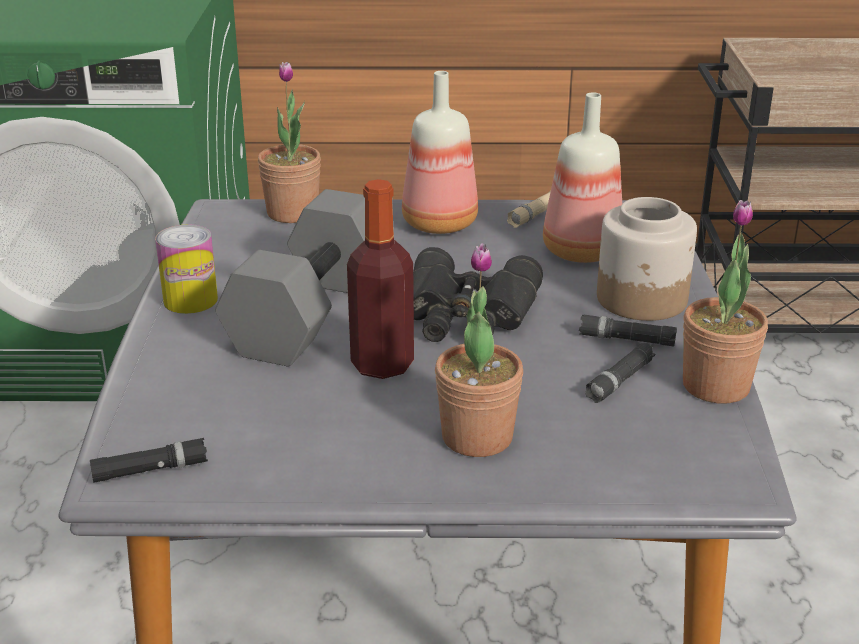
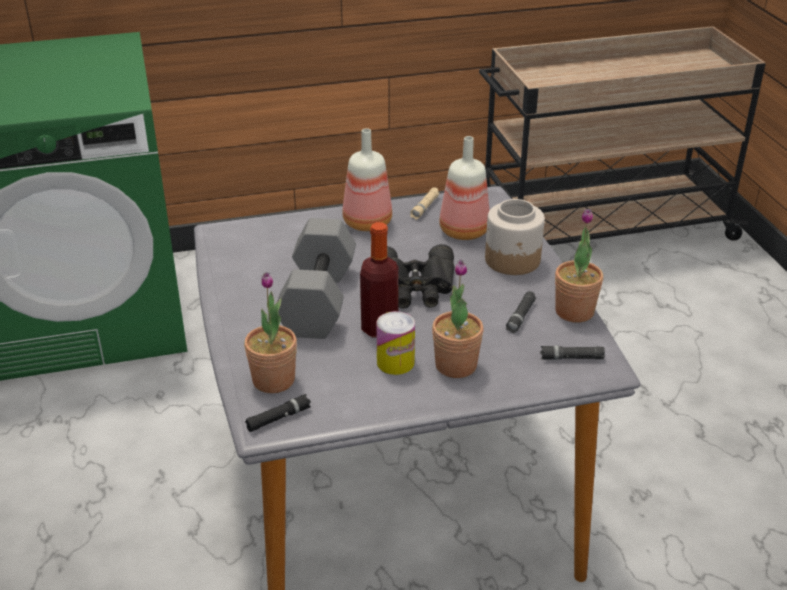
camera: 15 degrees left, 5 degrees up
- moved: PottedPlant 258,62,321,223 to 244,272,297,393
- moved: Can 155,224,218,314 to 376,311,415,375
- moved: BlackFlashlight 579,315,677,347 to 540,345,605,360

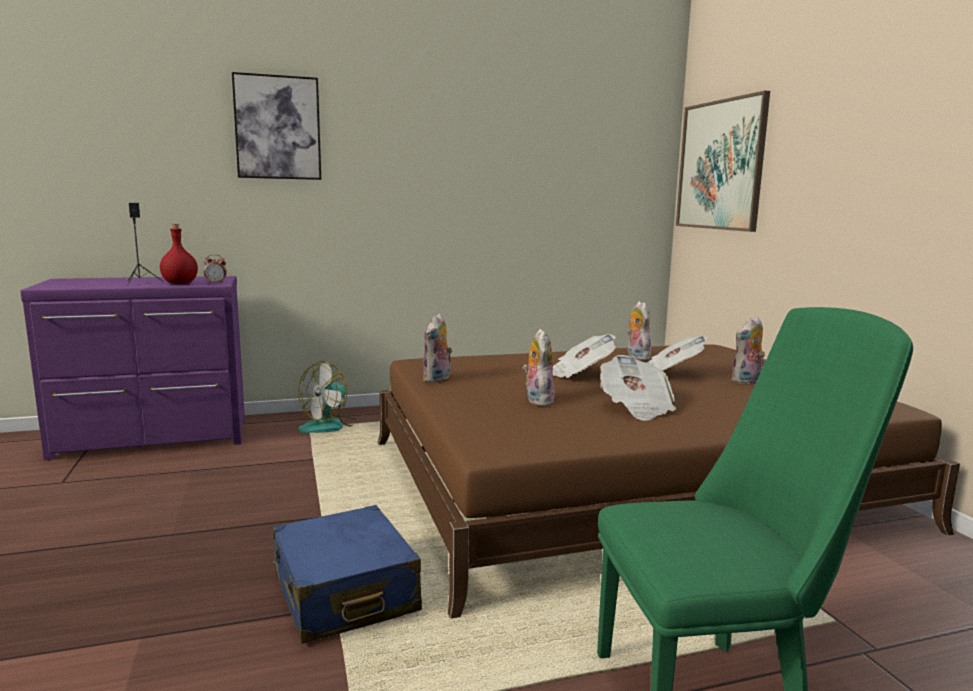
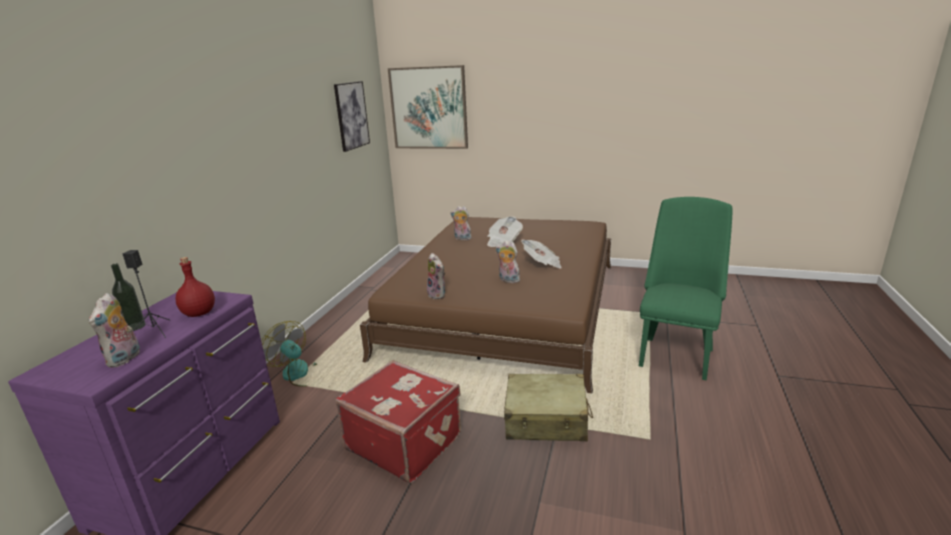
camera: 55 degrees left, 10 degrees up
- moved: PlushToy 732,317,765,384 to 89,293,140,368
- added: Bottle 111,263,146,331
- turned: Fan 298,361,358,434 = 261,321,317,387 150 degrees clockwise
- moved: Picture 232,72,321,180 to 334,81,370,152
- added: RedSuitcase 336,360,461,483
- recoloured: BlueSuitcase 273,505,422,644 to BeigeSuitcase 504,374,593,441
- removed: AlarmClock 204,254,227,284
- removed: Newspaper 553,334,616,378

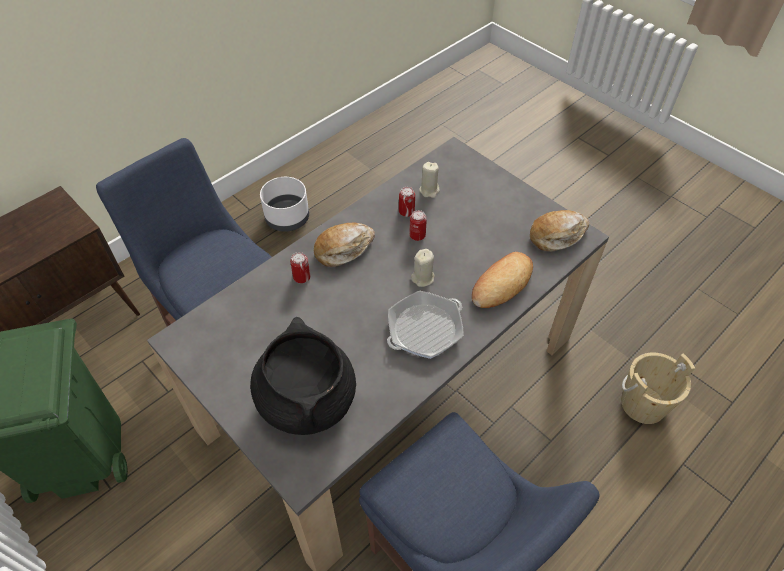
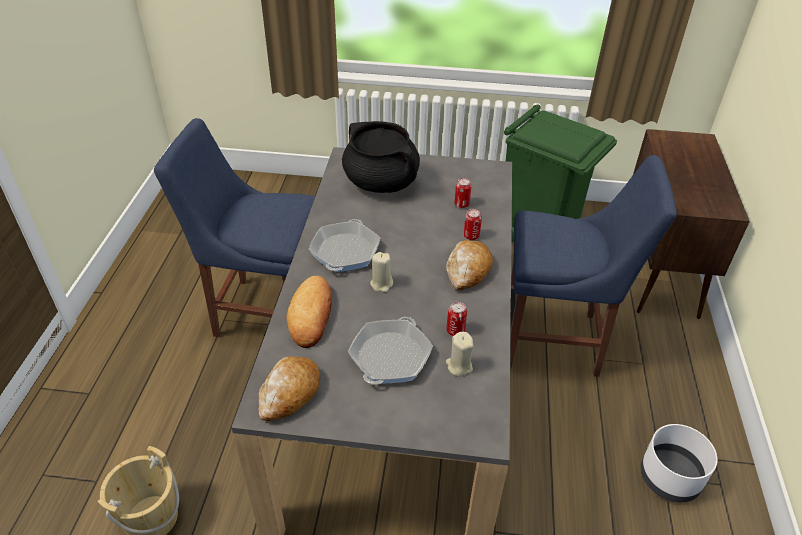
camera: 140 degrees right, 10 degrees down
- added: FryingPan 348,317,433,385
- moved: Can 409,210,427,241 to 454,178,471,208

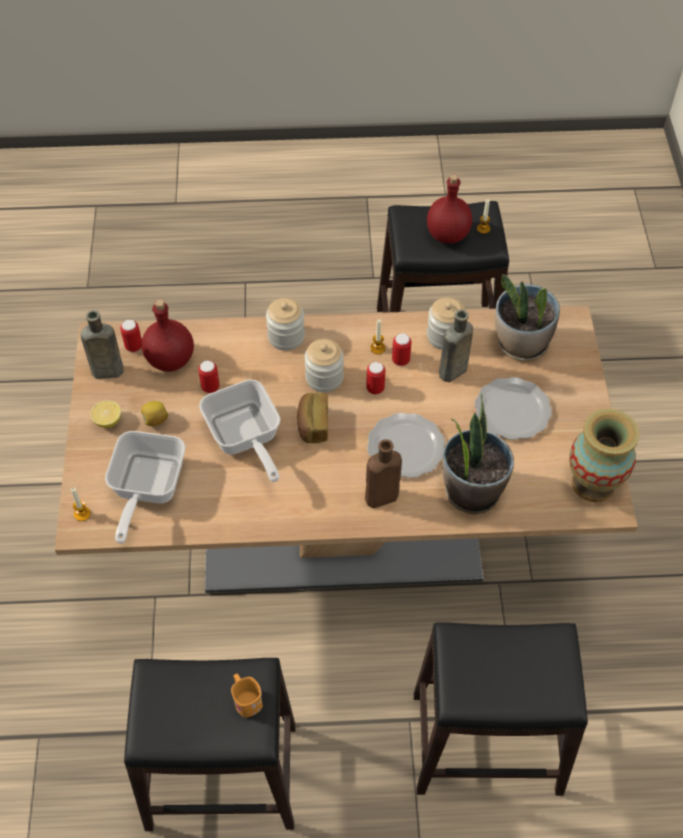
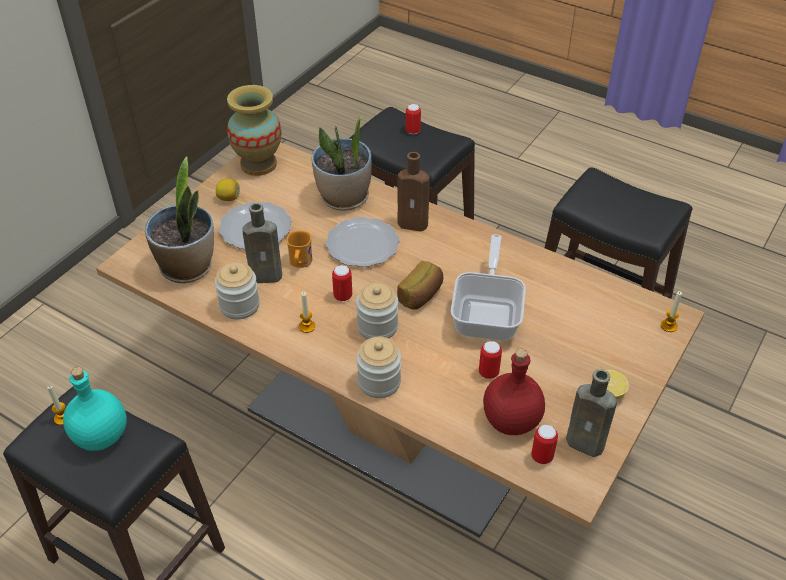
camera: 145 degrees left, 10 degrees down
- recoloured: RedBottle 427,174,472,243 to TurquoiseBottle 63,367,127,451
- moved: Lemon 141,401,168,426 to 216,178,240,201
- moved: OrangeMug 231,674,263,717 to 287,231,312,268
- moved: Can 392,333,411,366 to 406,104,421,134
- removed: FryingPan 105,431,185,544

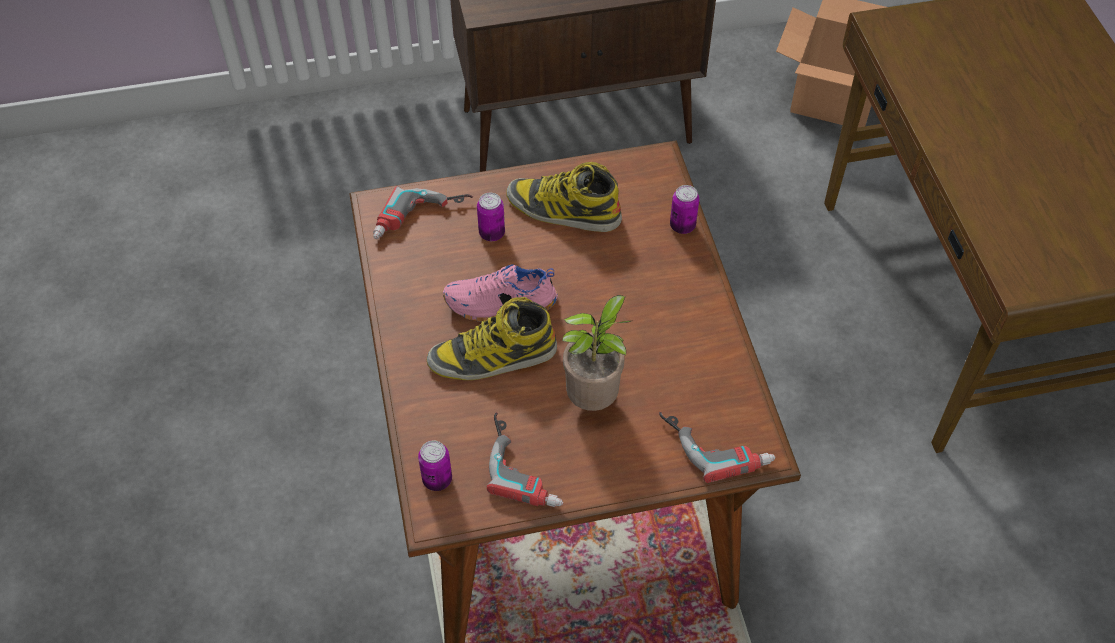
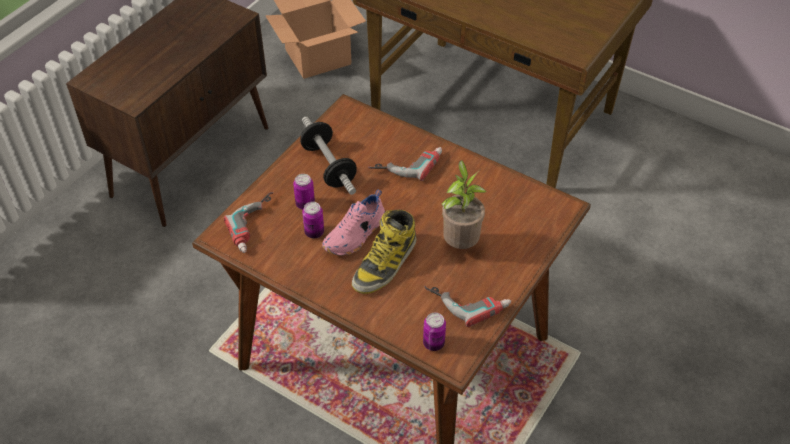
camera: 45 degrees left, 5 degrees down
- replaced: Boot 506,162,622,232 to Dumbbell 300,117,357,195
- moved: Can 670,185,699,234 to 302,202,324,238
- moved: PowerDrill 659,412,776,483 to 368,147,442,181

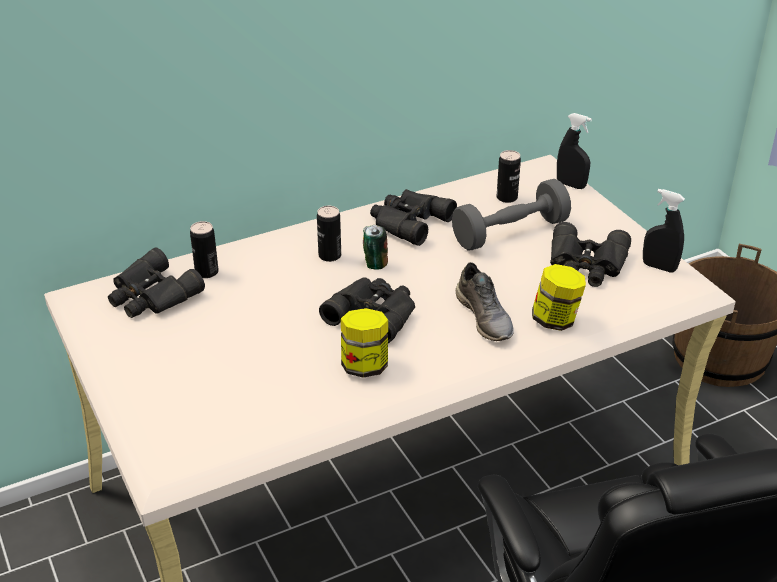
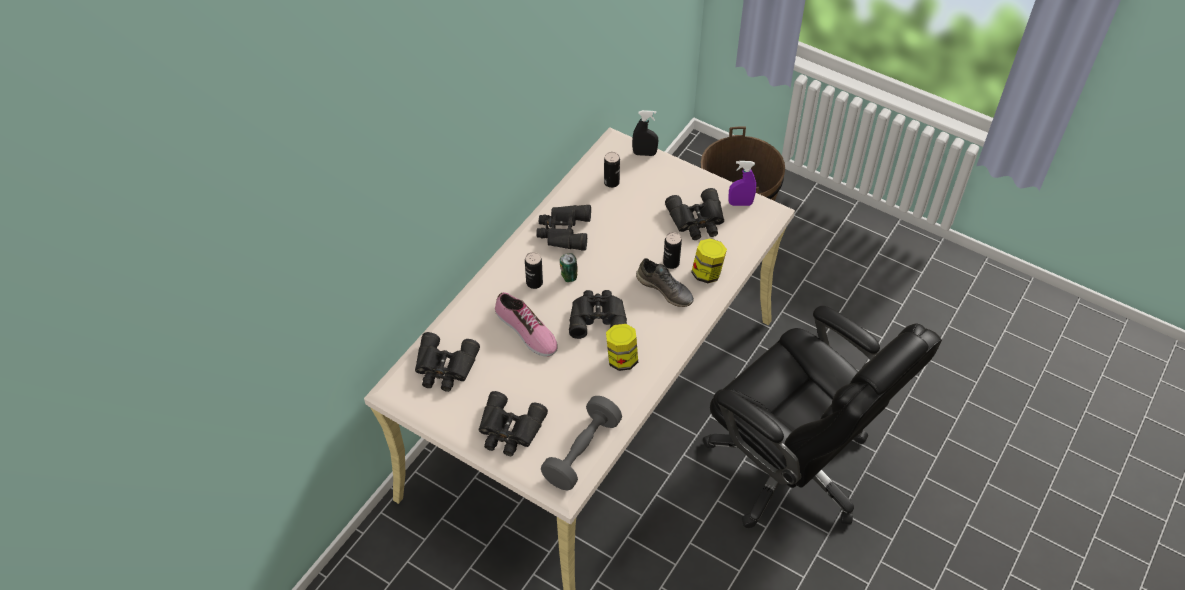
camera: 30 degrees left, 15 degrees up
- added: BlackBinoculars 478,391,548,456
- added: Shoe 495,292,557,356
- moved: GreyDumbbell 452,179,571,251 to 541,396,622,490
- moved: Can 190,221,219,278 to 663,232,682,269
- recoloured: BlackSprayBottle 643,189,685,273 to PurpleSprayBottle 728,161,756,206

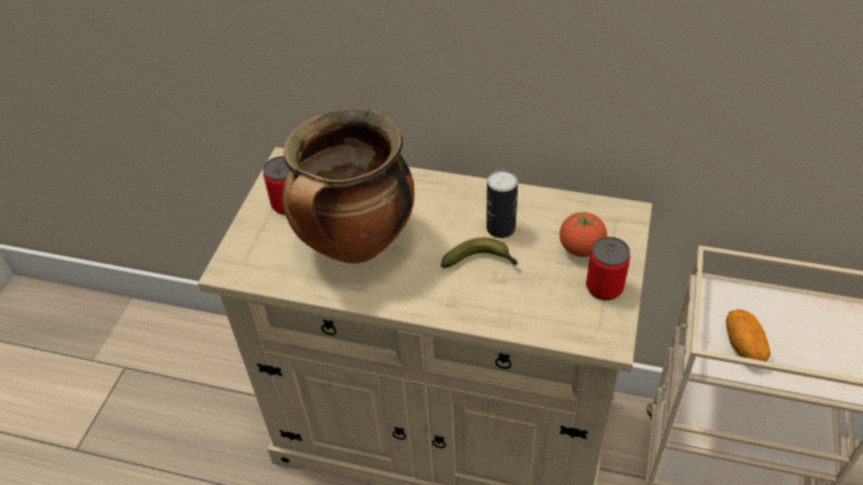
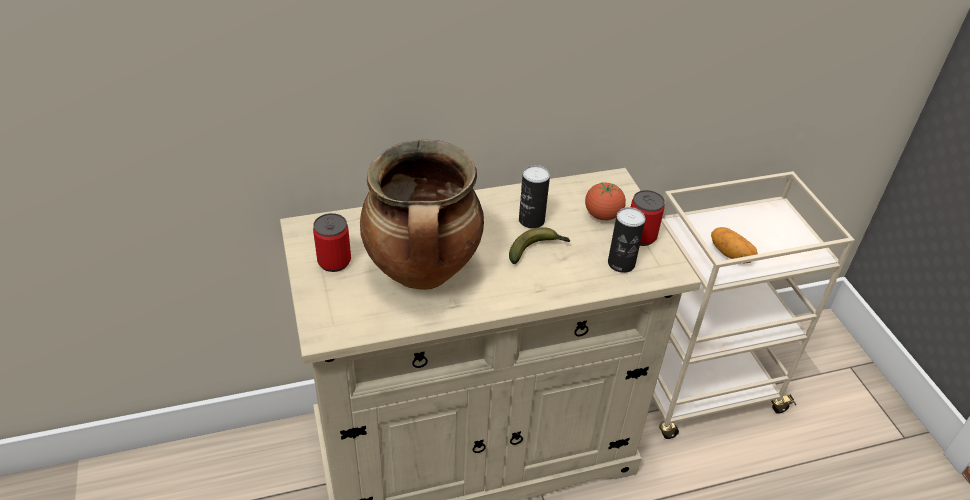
camera: 35 degrees left, 5 degrees down
- added: Can 608,207,645,273

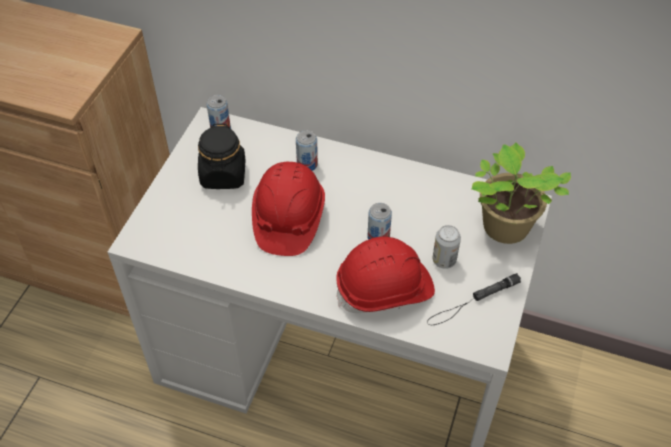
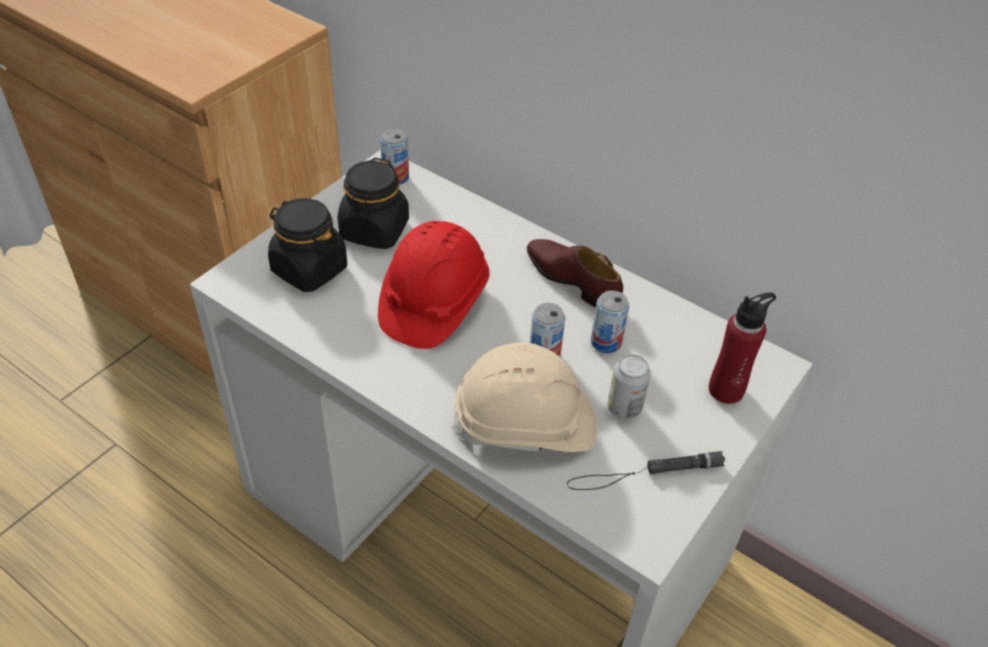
camera: 15 degrees right, 5 degrees down
- added: BlackJar 268,198,347,292
- recoloured: RedHardHat 336,237,435,313 to BeigeHardHat 453,343,597,452
- added: BrownShoe 527,239,623,308
- moved: Can 296,130,318,171 to 591,290,629,353
- replaced: PottedPlant 471,143,571,244 to RedBottle 709,293,776,404

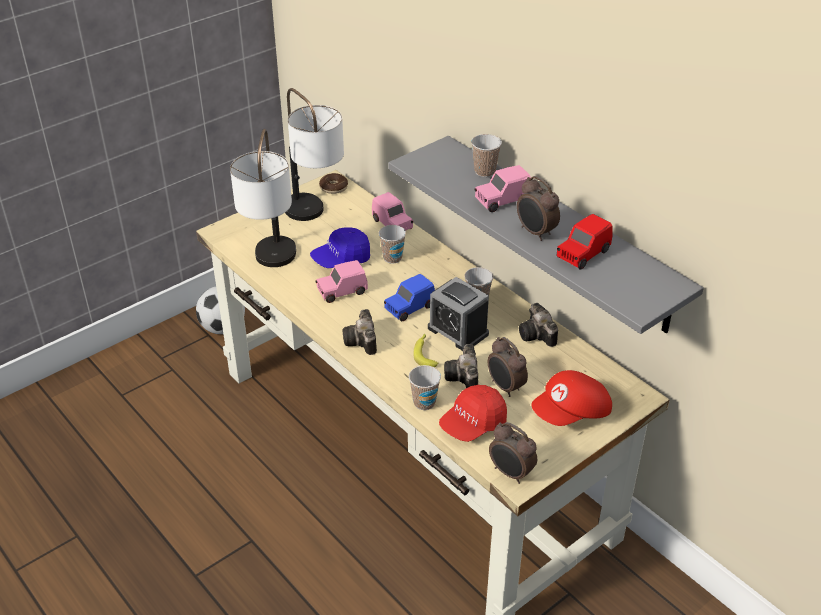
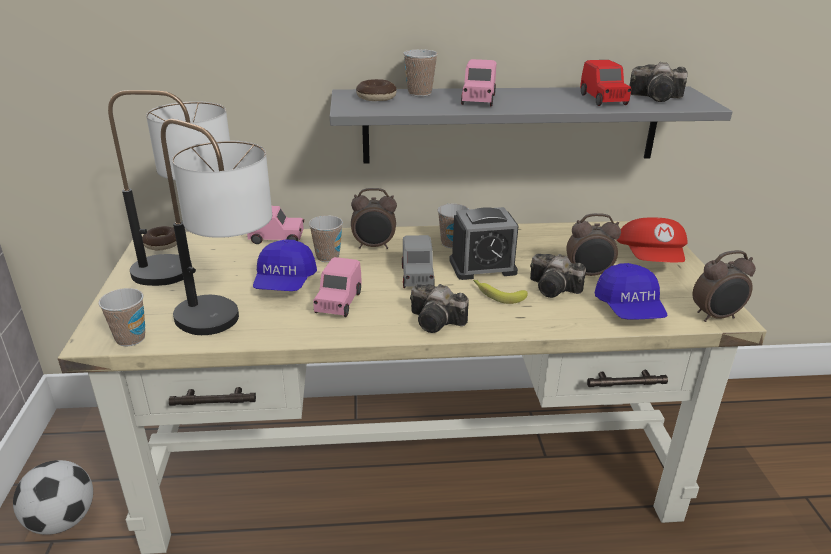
camera: 55 degrees left, 10 degrees down
- moved: Cup 409,365,441,410 to 98,288,145,346
- moved: AlarmClock 517,176,560,241 to 351,188,397,249
- added: Donut 356,79,396,101
- recoloured: BlueToyCar 384,274,435,321 to GreyToyCar 402,235,435,288
- recoloured: RedCap 439,385,507,442 to BlueCap 595,263,668,320
- moved: PhotoCamera 519,303,558,347 to 630,62,688,102

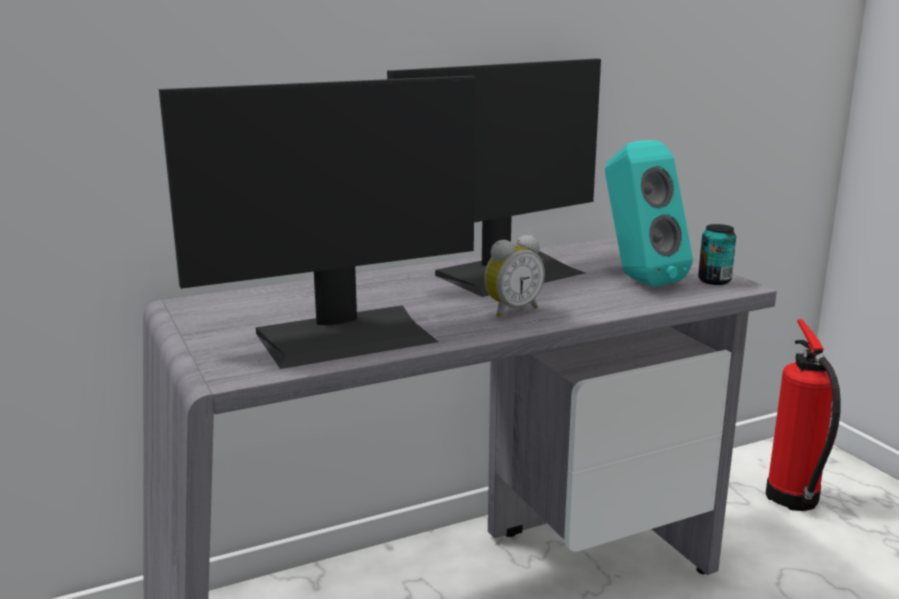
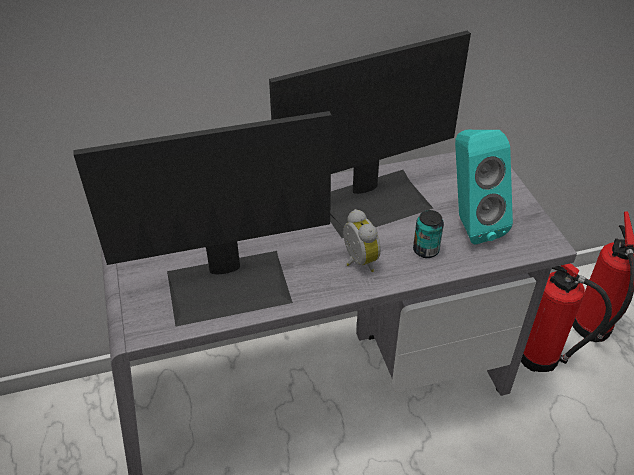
camera: 10 degrees right, 25 degrees up
- turned: AlarmClock 484,235,545,317 = 343,209,381,272 90 degrees counterclockwise
- moved: Can 698,224,736,285 to 413,210,444,258
- added: FireExtinguisher 521,263,612,372

